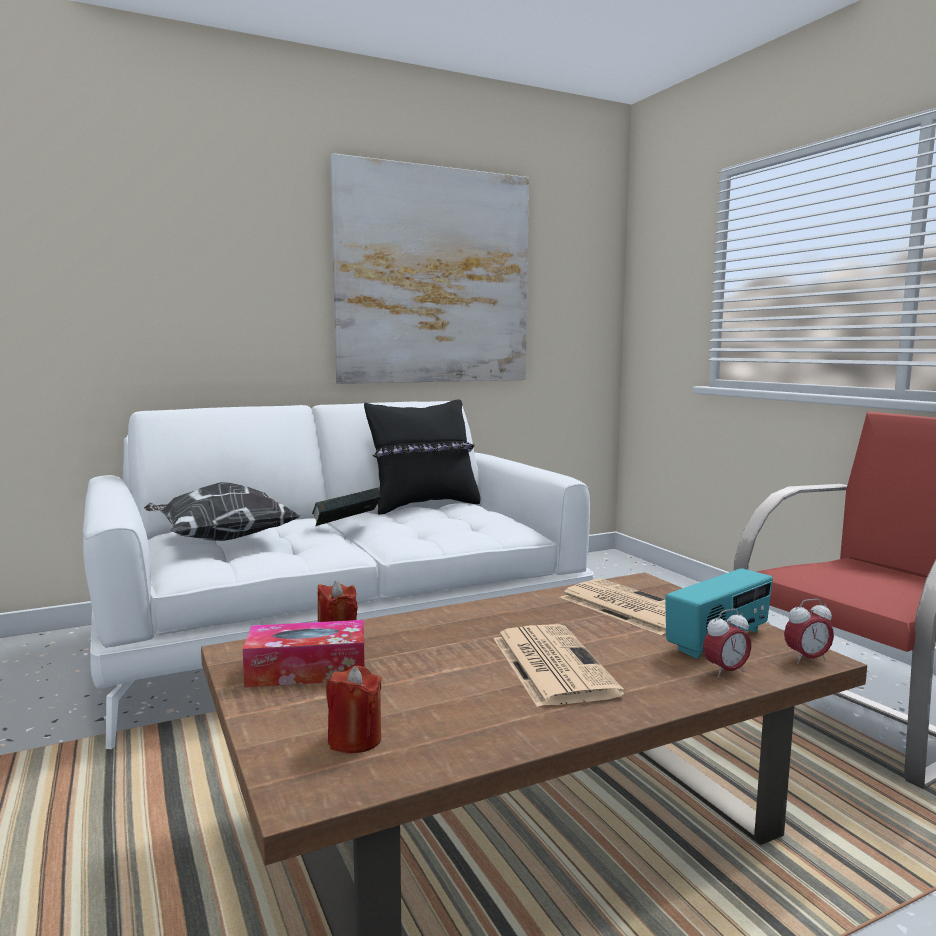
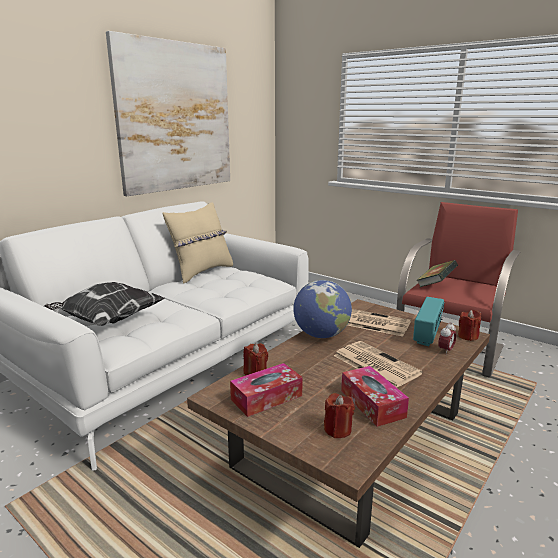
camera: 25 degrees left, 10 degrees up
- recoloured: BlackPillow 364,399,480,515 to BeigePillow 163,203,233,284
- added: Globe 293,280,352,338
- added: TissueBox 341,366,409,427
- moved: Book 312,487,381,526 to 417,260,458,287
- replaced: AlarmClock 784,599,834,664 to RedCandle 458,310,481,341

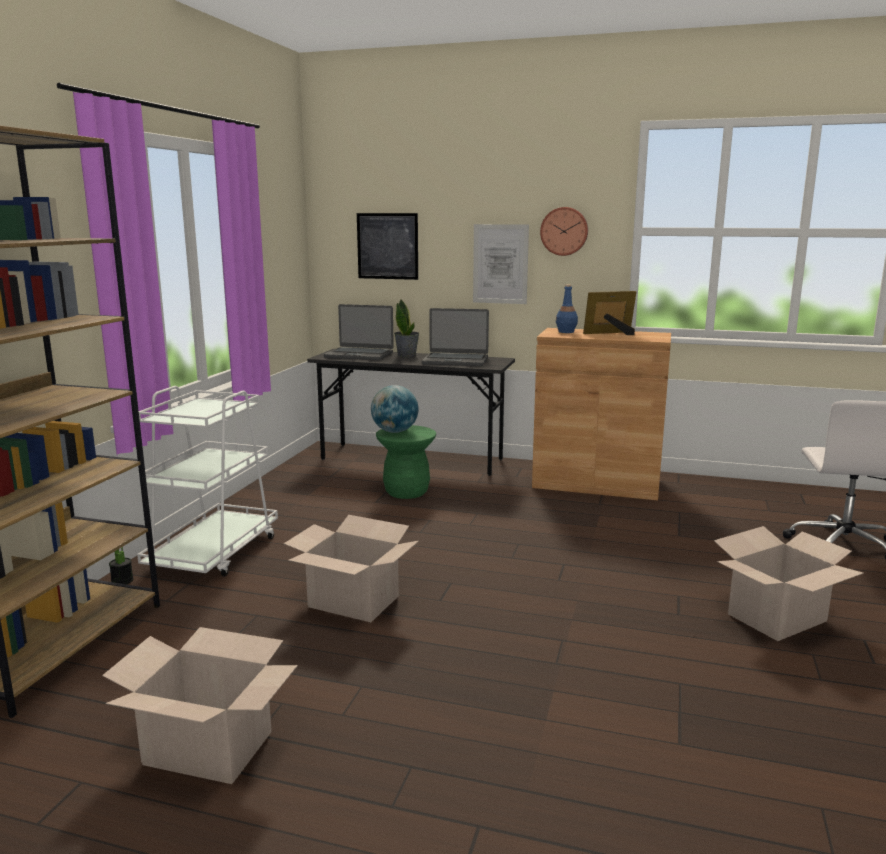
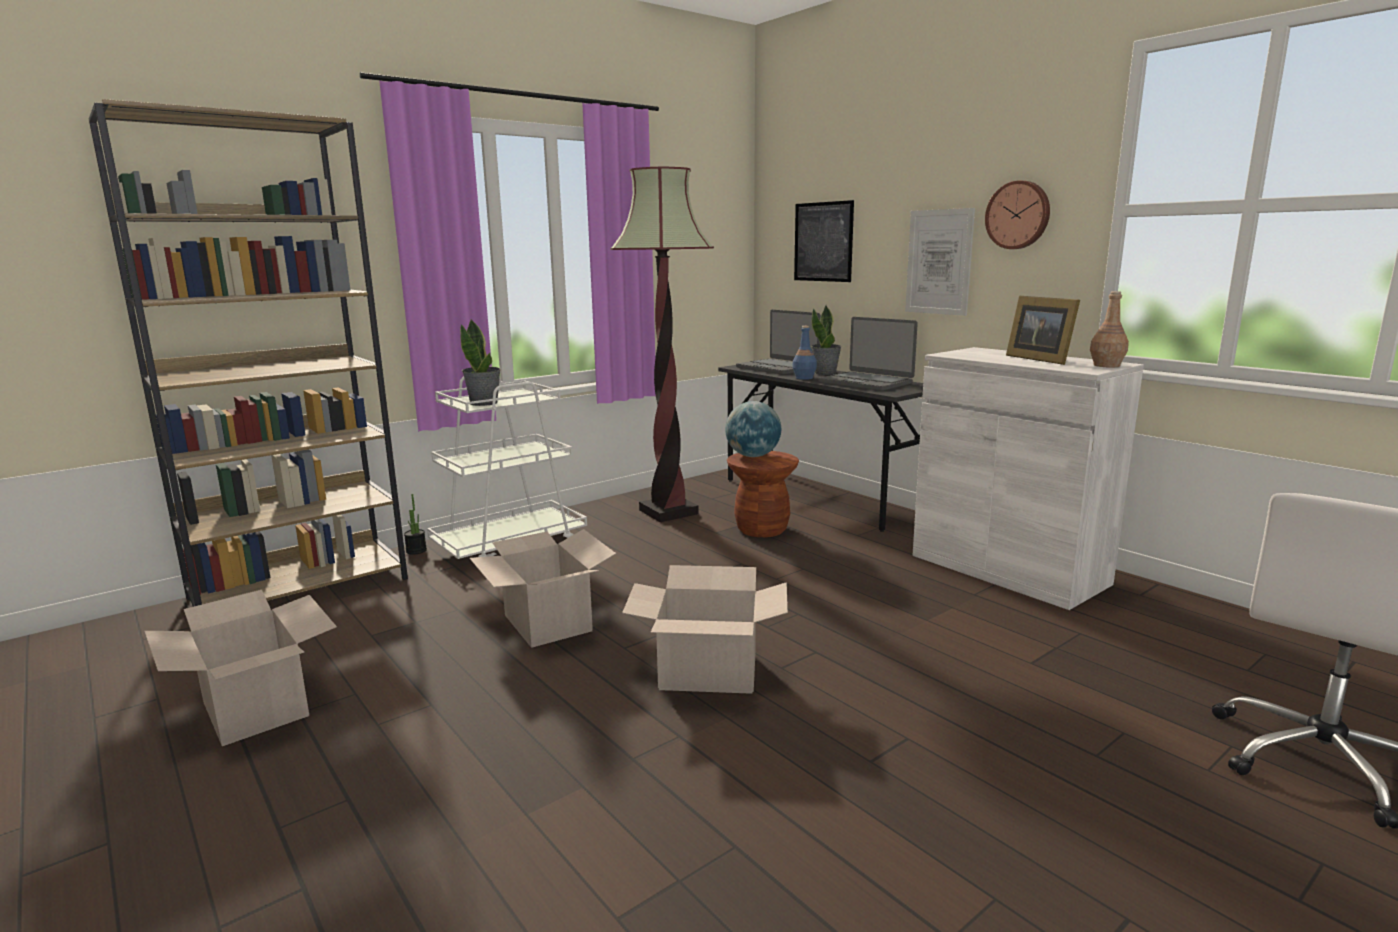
camera: 35 degrees right, 0 degrees up
- added: PottedPlant 460,319,501,406
- added: FloorLamp 610,167,714,522
- moved: CardboardBox 714,526,864,641 to 622,565,788,694
- recoloured: GreenStool 376,425,436,499 to BrownStool 727,451,799,537
- moved: BlueBottle 556,285,578,333 to 792,326,817,380
- recoloured: BrownCabinet 532,328,671,501 to WhiteCabinet 912,347,1144,610
- turned: PictureFrame 583,291,637,335 = 1006,296,1080,365 135 degrees counterclockwise
- added: BrownBottle 1090,291,1129,368

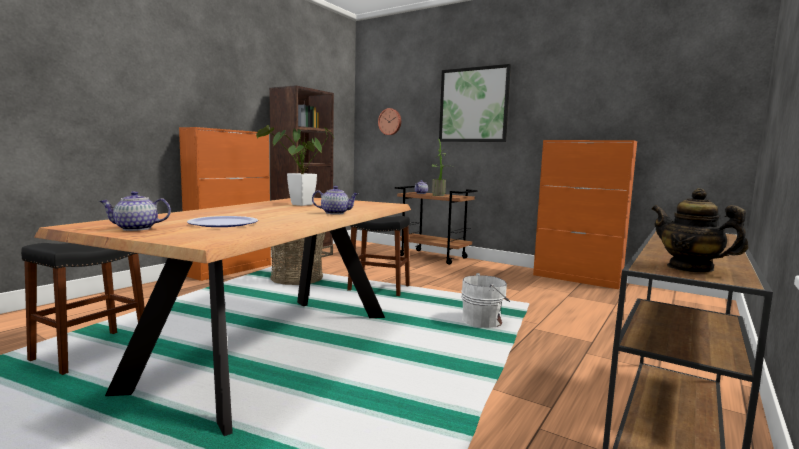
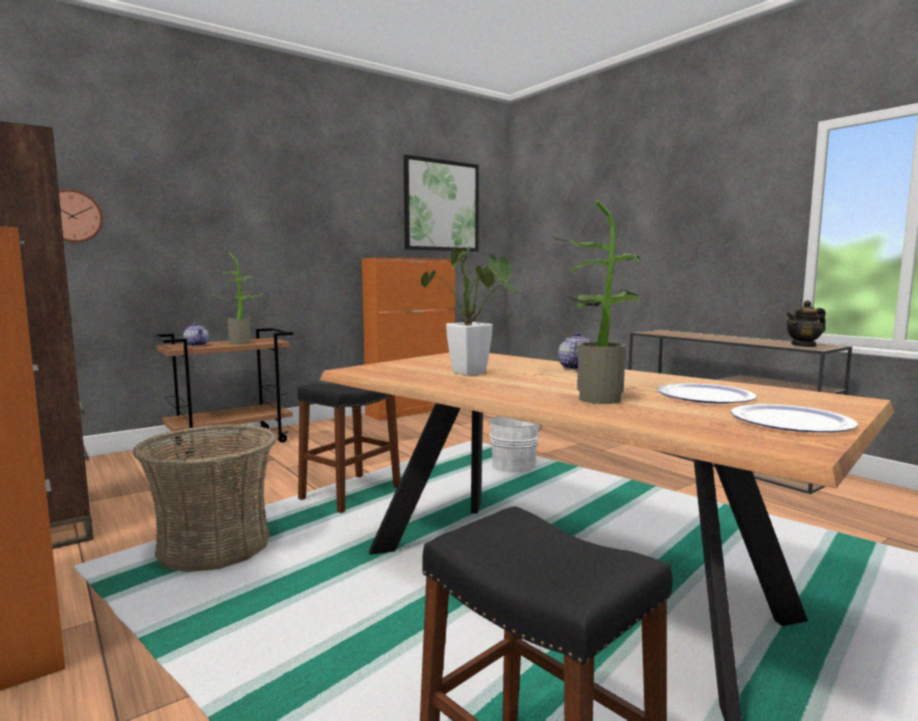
camera: 70 degrees left, 0 degrees up
- moved: Picture 439,64,511,142 to 404,155,479,251
- added: PottedPlant 553,200,640,404
- replaced: Teapot 99,191,171,231 to Plate 731,404,858,432

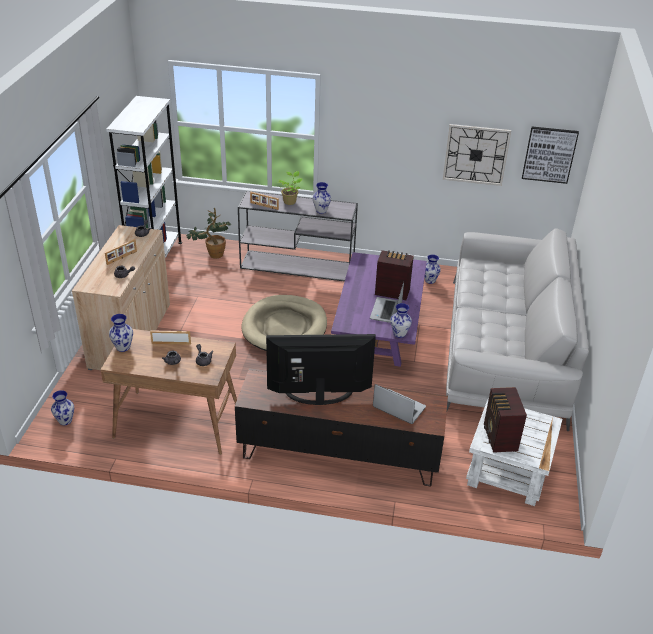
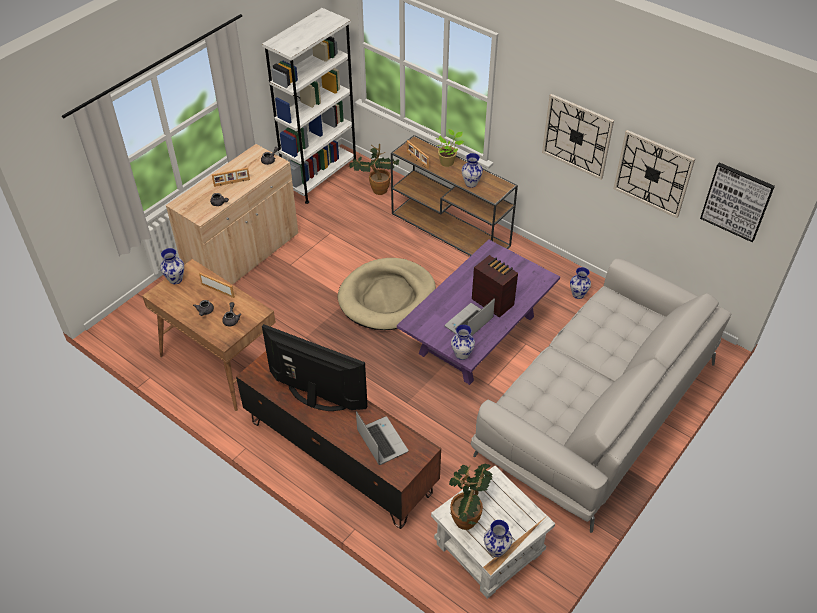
camera: 30 degrees right, 10 degrees up
- recoloured: GreyConsoleTable 238,191,358,282 to BrownConsoleTable 391,135,518,256
- replaced: Radio 484,387,527,453 to PottedPlant 449,464,493,530
- moved: Vase 51,390,74,425 to 484,520,512,557
- added: WallClock 542,94,614,180

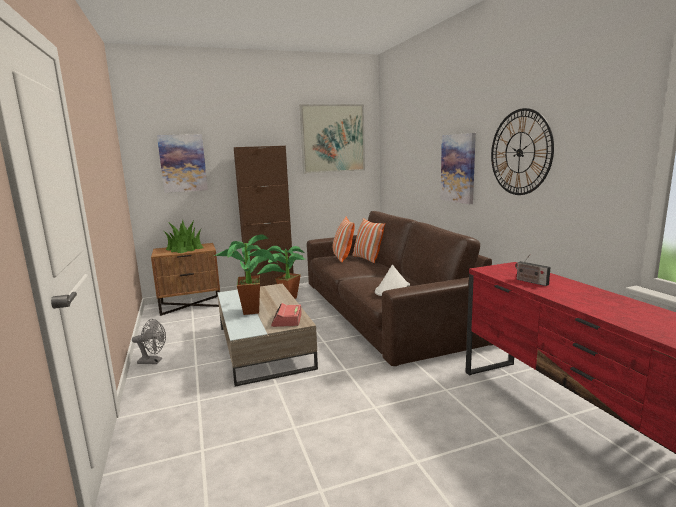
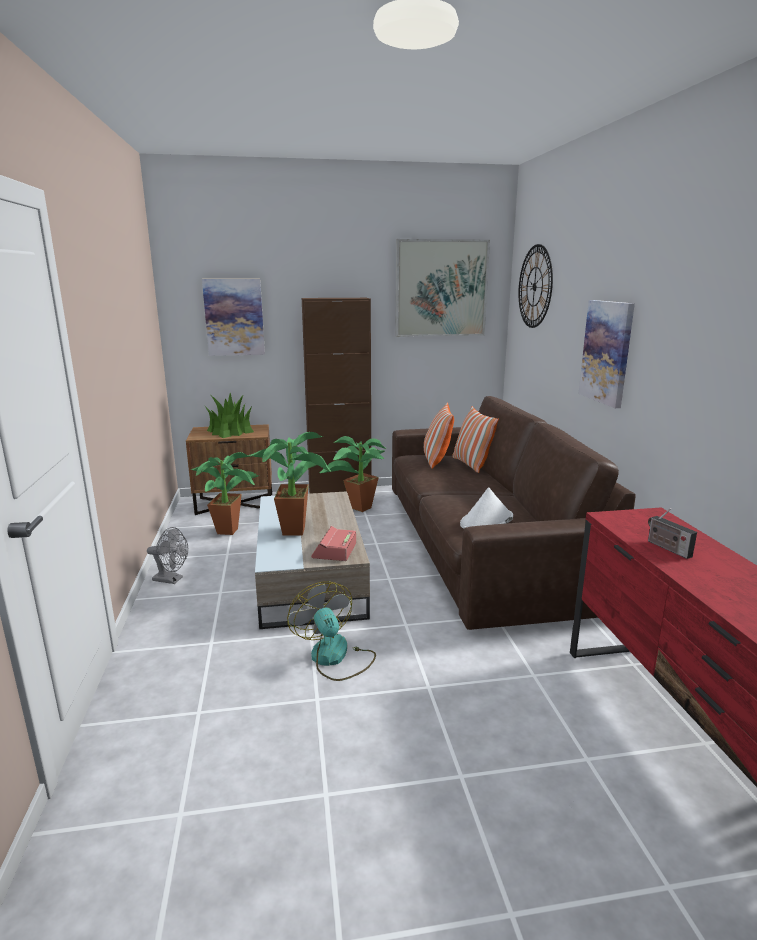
camera: 10 degrees right, 5 degrees up
- added: PottedPlant 190,452,260,535
- added: Fan 287,581,376,681
- moved: WallClock 491,108,554,195 to 518,244,553,328

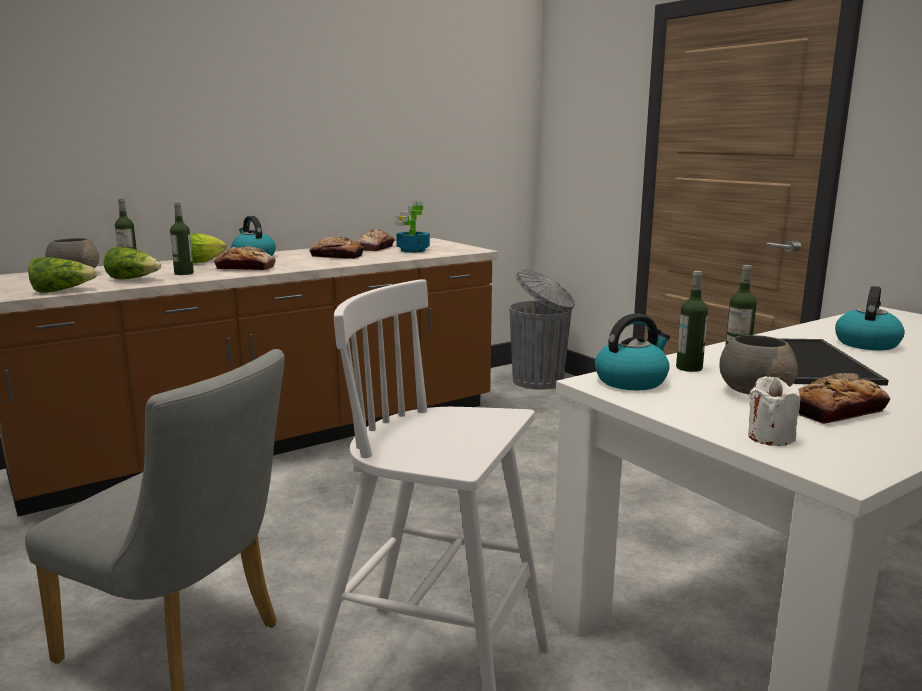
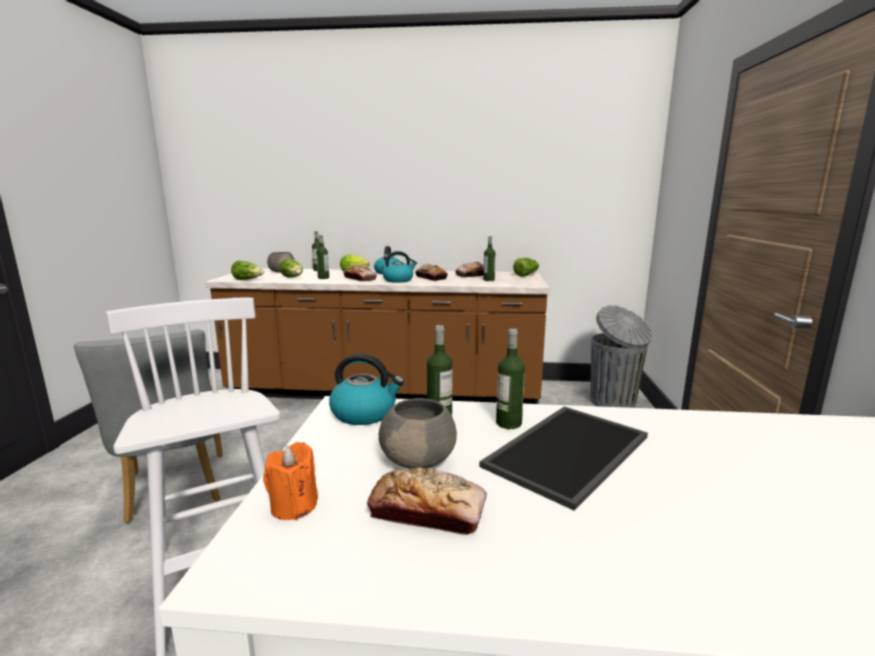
camera: 40 degrees right, 0 degrees up
- recoloured: WhiteCandle 748,376,800,446 to OrangeCandle 263,442,318,520
- moved: Kettle 835,286,905,350 to 383,251,417,283
- replaced: PottedPlant 395,201,430,253 to Bottle 483,236,496,281
- added: Lettuce 513,258,539,276

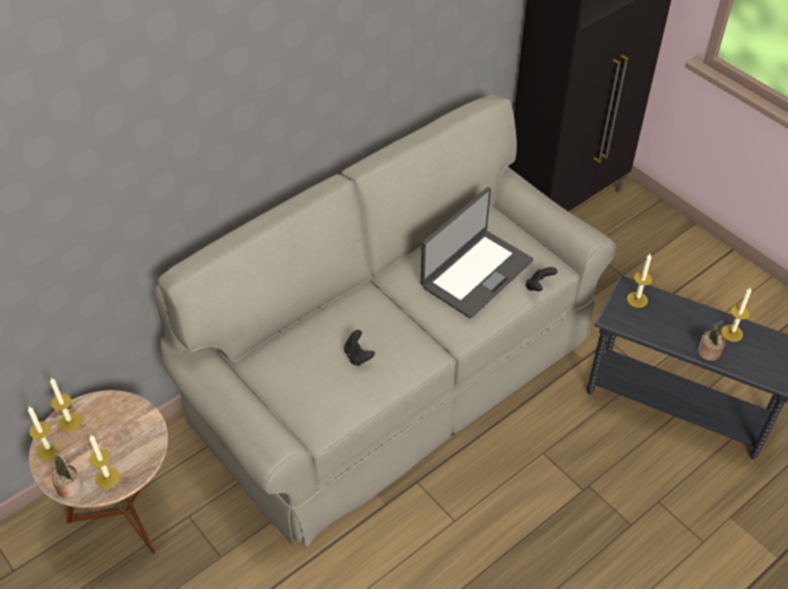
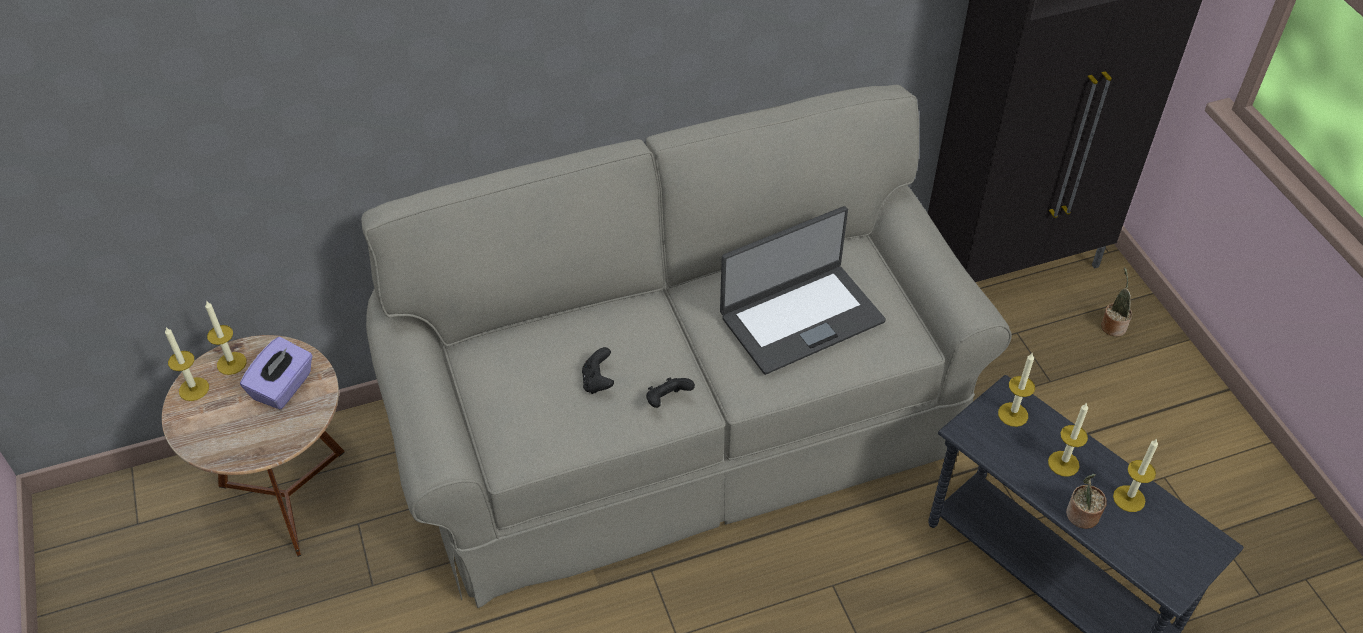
camera: 20 degrees right, 0 degrees up
- added: PurpleTissueBox 240,337,313,409
- moved: BlackGameController 526,267,557,291 to 646,377,695,408
- moved: Candle 89,434,120,488 to 1048,402,1088,477
- moved: PottedPlant 46,437,82,498 to 1101,267,1132,337

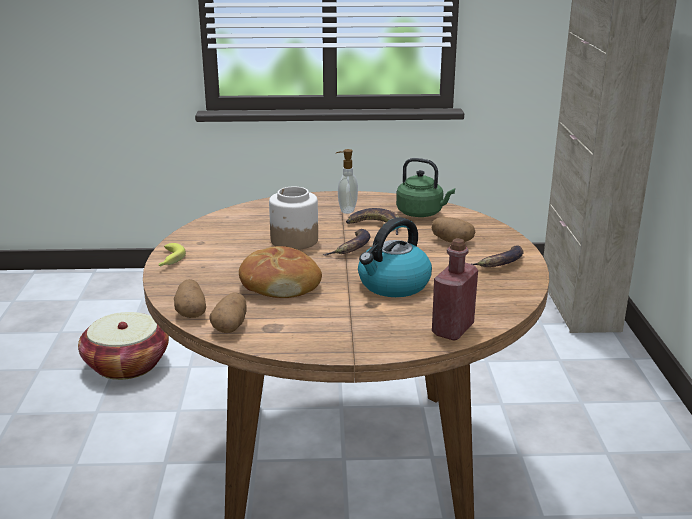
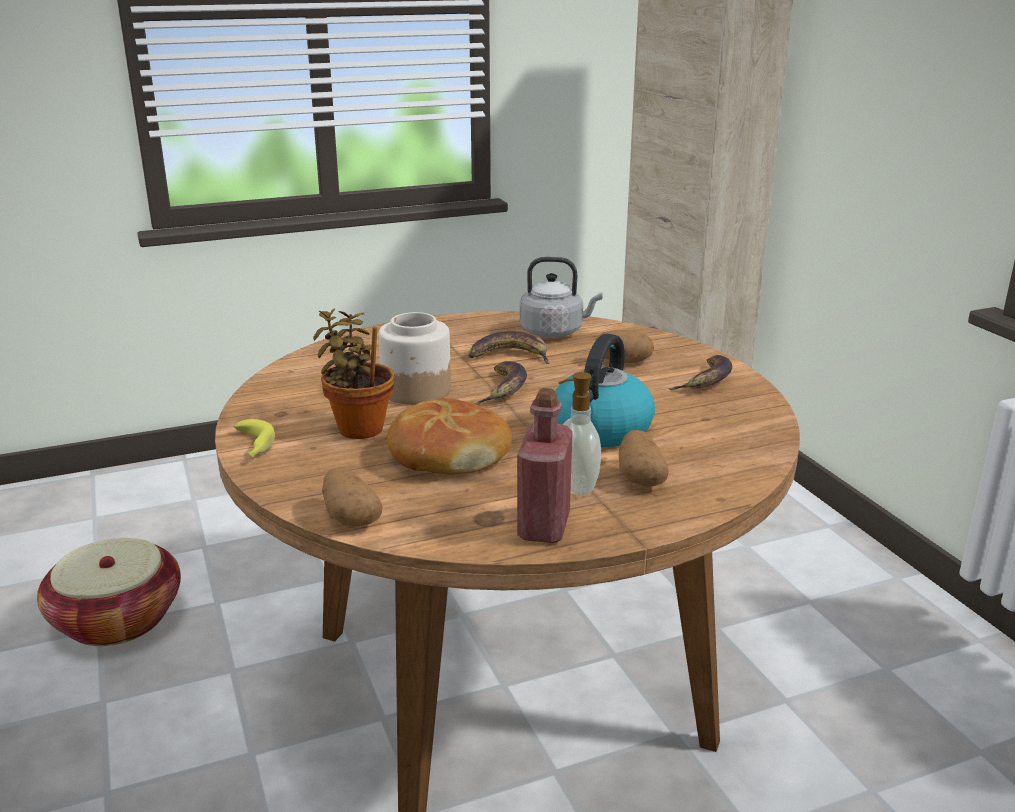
camera: 20 degrees left, 0 degrees up
- added: PottedPlant 313,308,394,439
- moved: RedBottle 432,238,478,340 to 517,388,573,543
- recoloured: GreenKettle 396,158,455,217 to GreyKettle 519,257,602,337
- moved: SoapDispenser 336,149,358,214 to 558,372,601,495
- moved: Potato 210,292,247,333 to 619,430,669,486

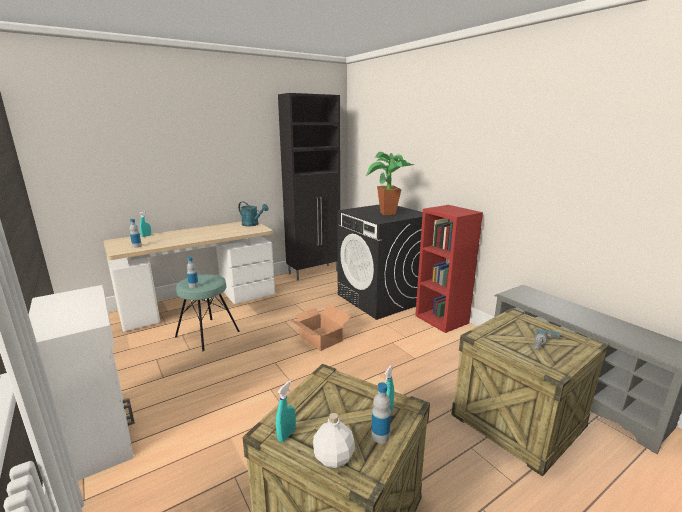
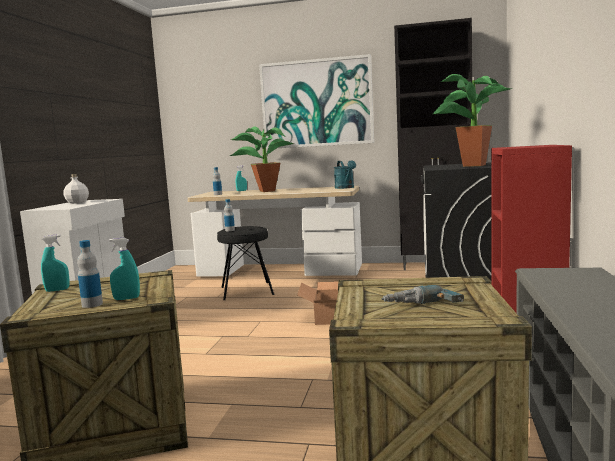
camera: 45 degrees right, 10 degrees down
- moved: WhiteBottle 313,413,355,468 to 64,174,89,204
- recoloured: TurquoiseStool 175,274,240,351 to BlackStool 217,226,274,300
- added: PottedPlant 230,127,294,192
- added: Picture 259,54,374,149

